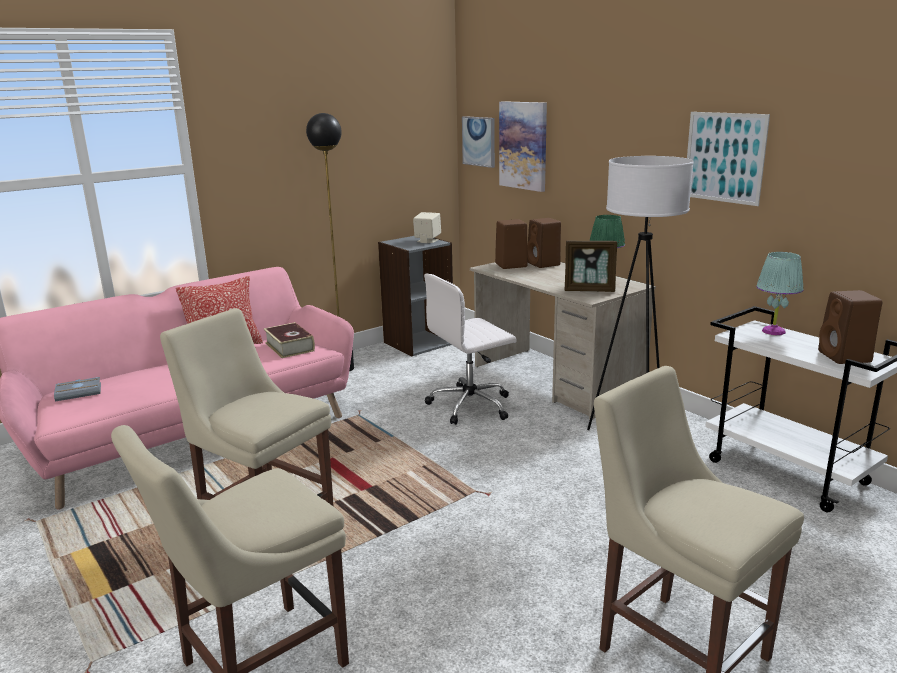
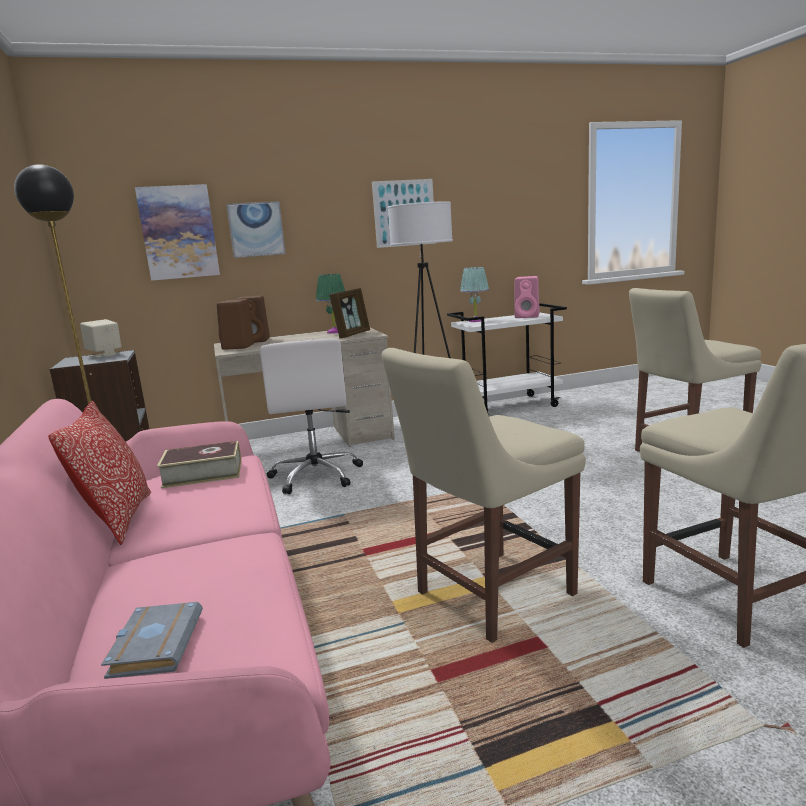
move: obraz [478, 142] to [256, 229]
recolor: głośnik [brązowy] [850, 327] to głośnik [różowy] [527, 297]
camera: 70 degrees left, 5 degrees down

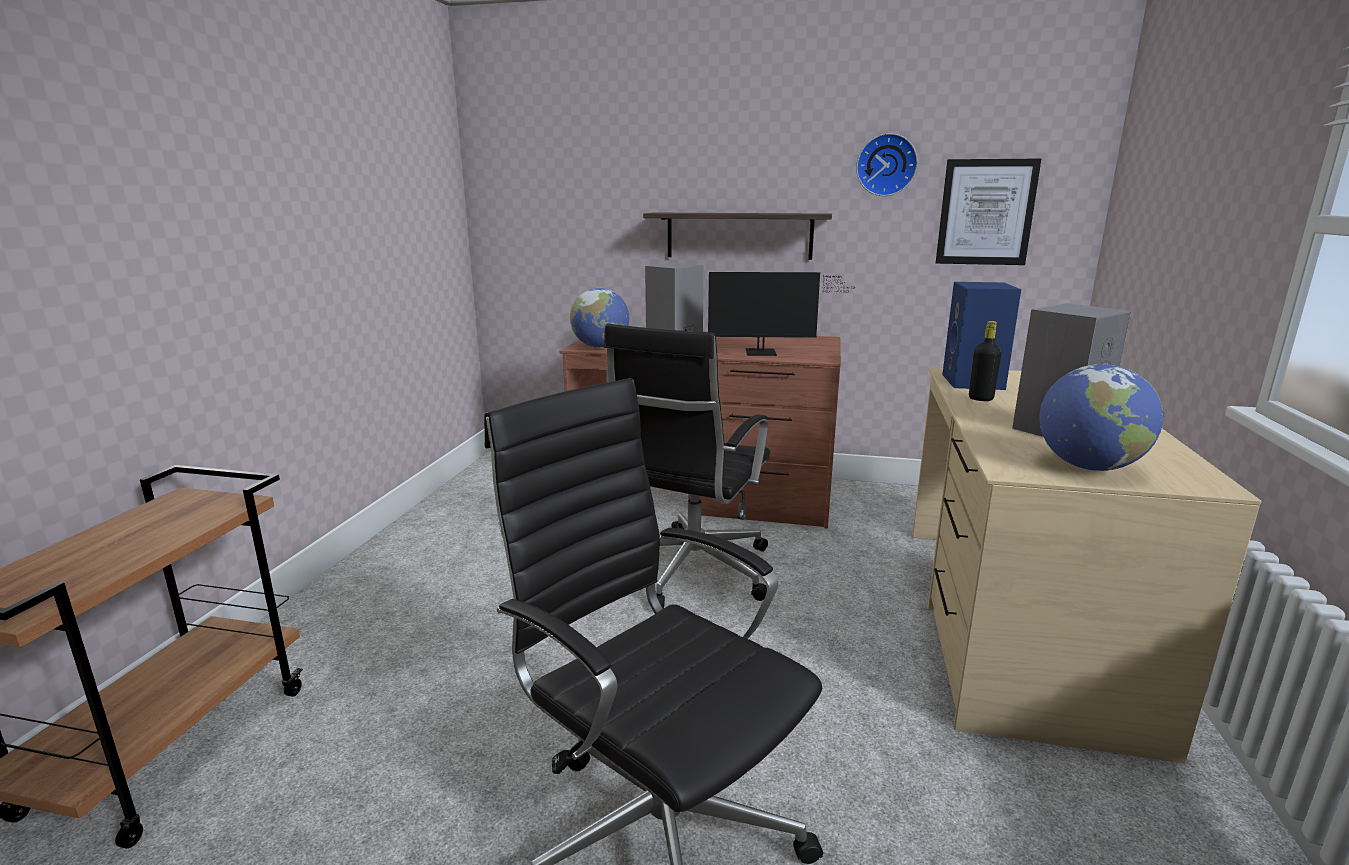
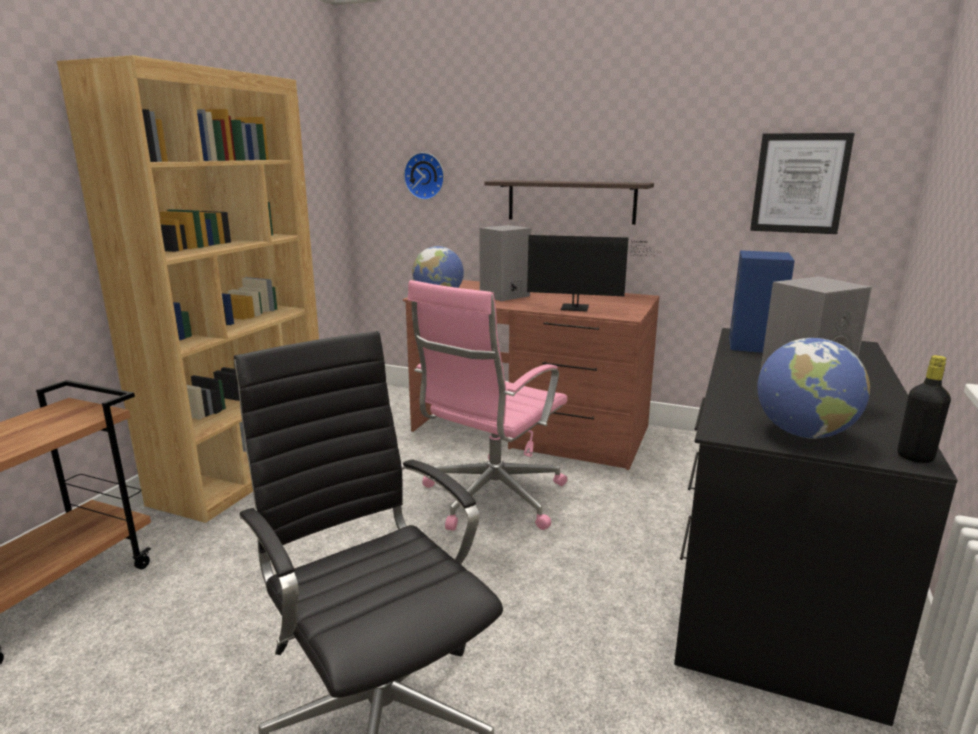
insert: regał [brązowy] [188, 289]
move: zegar ścienny [887, 164] to [424, 176]; butelka [czarny] [985, 361] to [924, 409]
recolor: krzesło biurowe [czarny] [687, 466] to krzesło biurowe [różowy] [488, 405]; biurko [beżowy] [1087, 565] to biurko [czarny] [816, 527]
camera: 10 degrees right, 0 degrees up

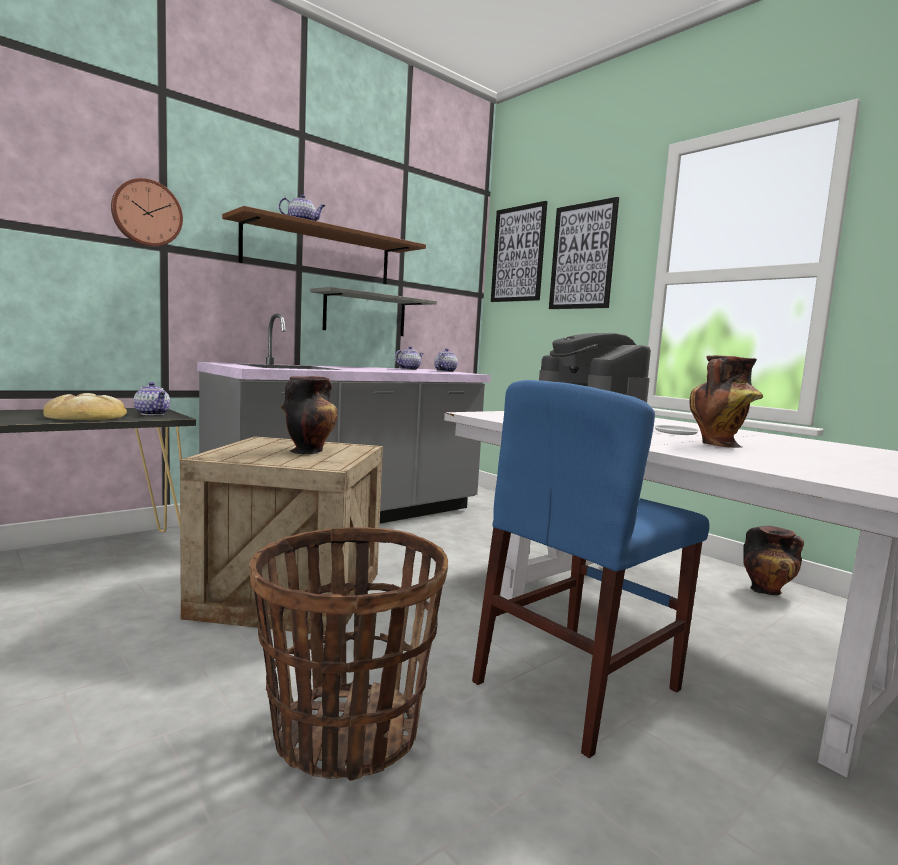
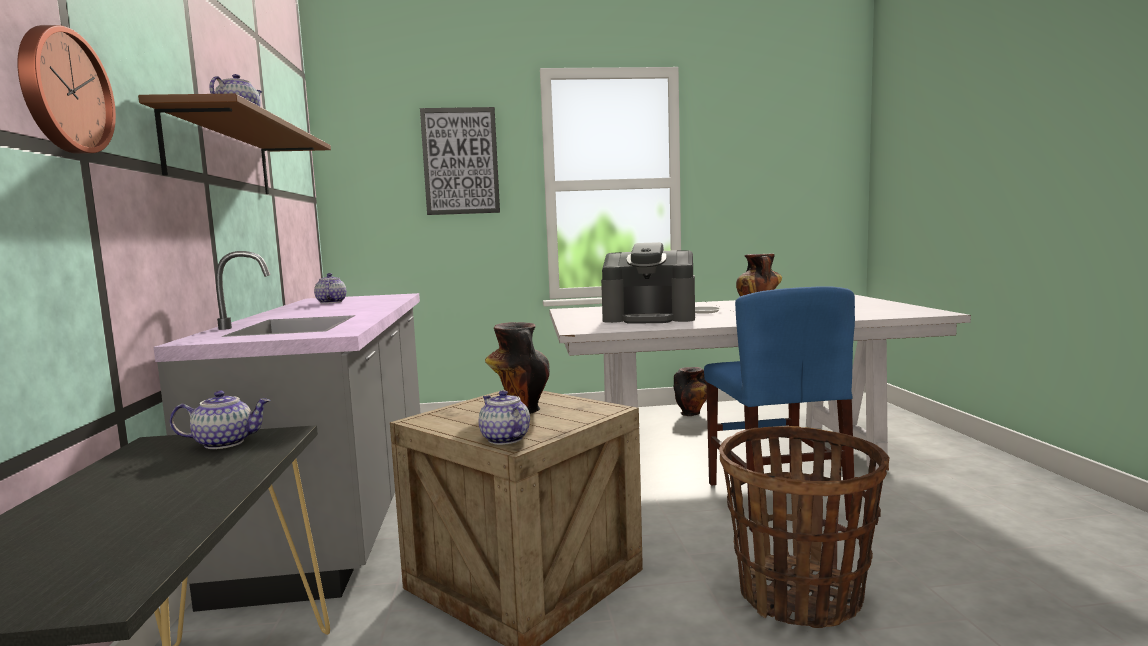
delete: chleb [85, 406]; półka [szary] [373, 311]; obraz [519, 251]
move: imbryk [446, 360] to [504, 417]
camera: 55 degrees left, 0 degrees up

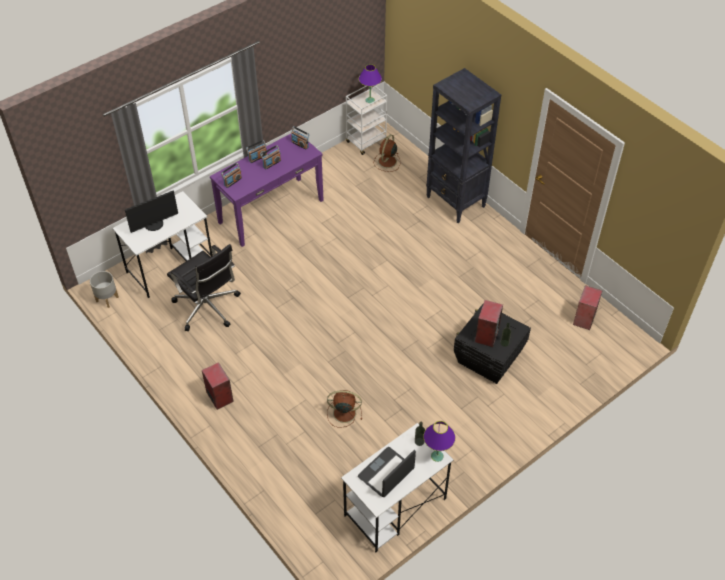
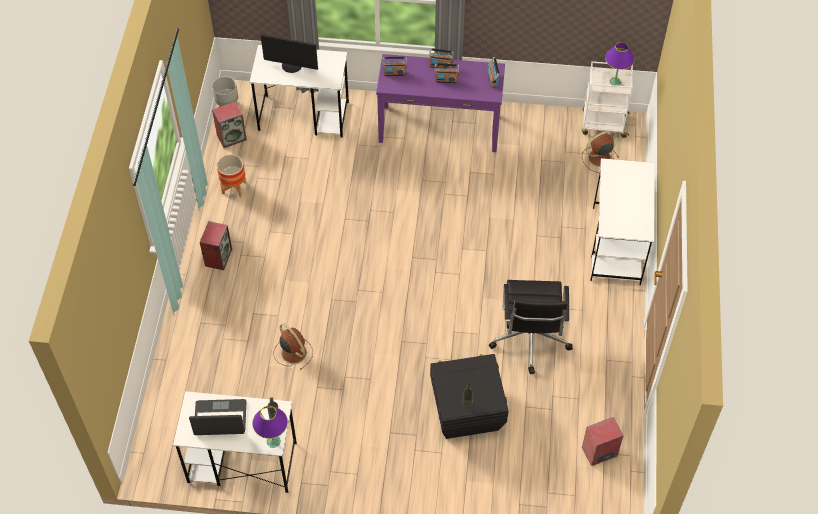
insert: donica [231, 175]
move: krzesło biurowe [czarny] [204, 287] to [531, 327]; głośnik [489, 323] to [229, 124]
replace: regał [czarny] [463, 145] to biurko [biały] [622, 222]
camera: 45 degrees right, 5 degrees up

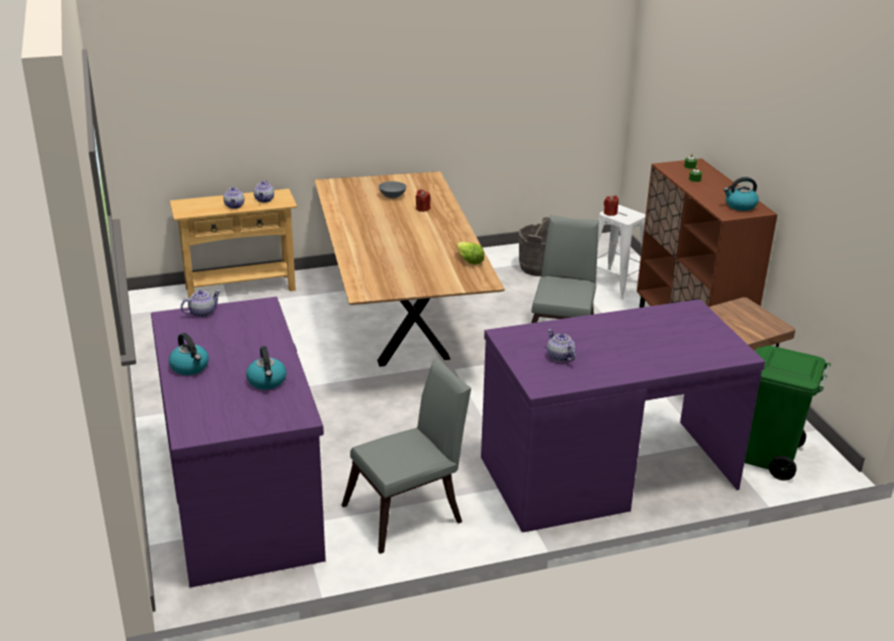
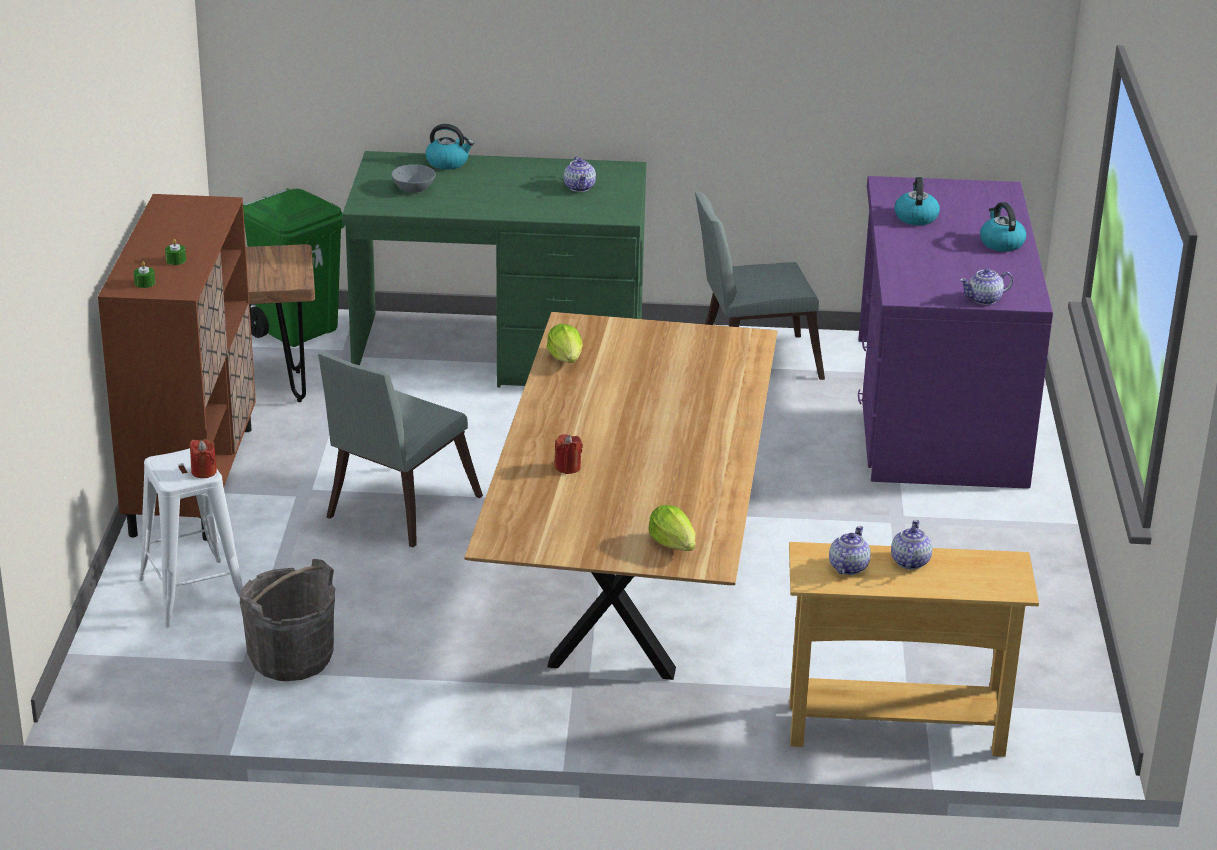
insert: sałata [672, 528]
move: miska [szary] [392, 189] to [414, 178]; czajnik [741, 194] to [449, 147]
recolor: biurko [fioletowy] [623, 415] to biurko [zielony] [494, 269]
camera: 160 degrees left, 0 degrees up

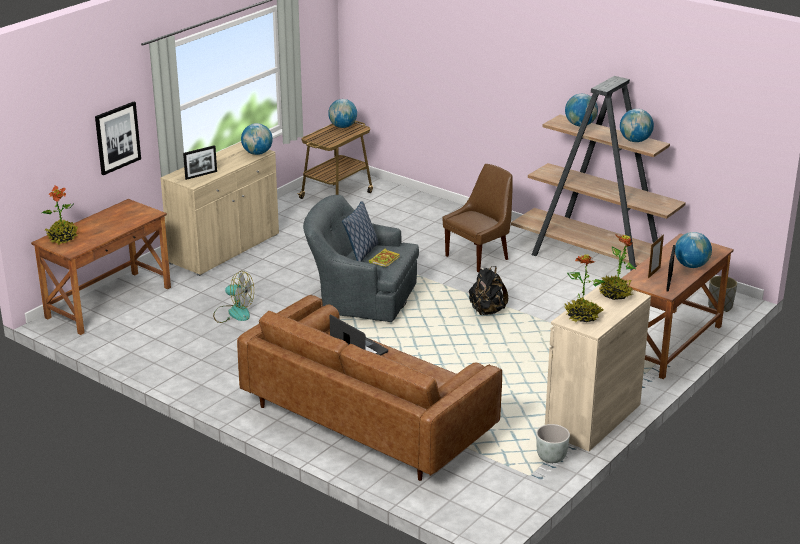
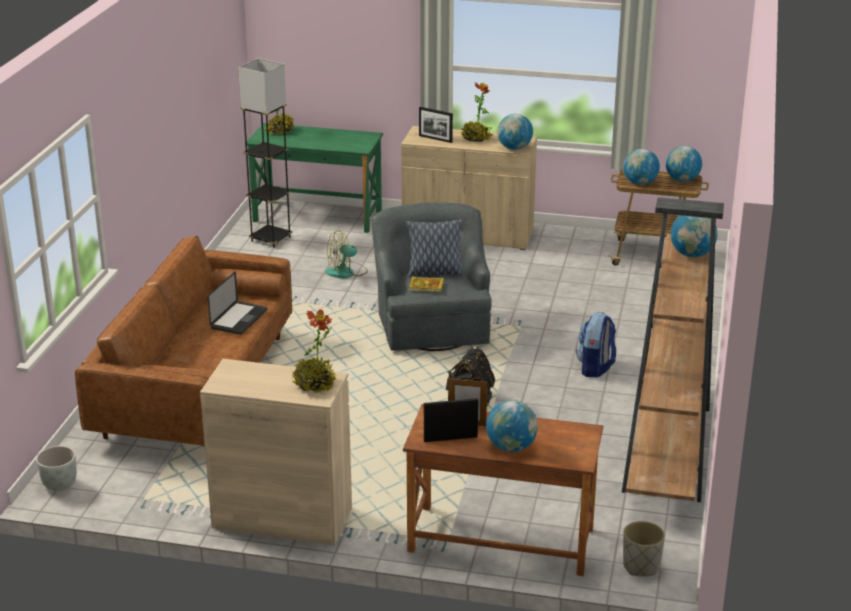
delete: obraz [118, 138]
insert: lampa stojąca [szary] [265, 153]
move: donica [szary] [553, 443] to [56, 468]; roślina doniczkowa [585, 288] to [476, 112]; globus [637, 125] to [641, 167]
replace: krzesło [brązowy] [477, 218] to plecak [596, 344]
recolor: biurko [brązowy] [101, 267] to biurko [zielony] [315, 178]
rotate: wentylator [233, 297] = [346, 254] 75 degrees clockwise
camera: 65 degrees right, 0 degrees up

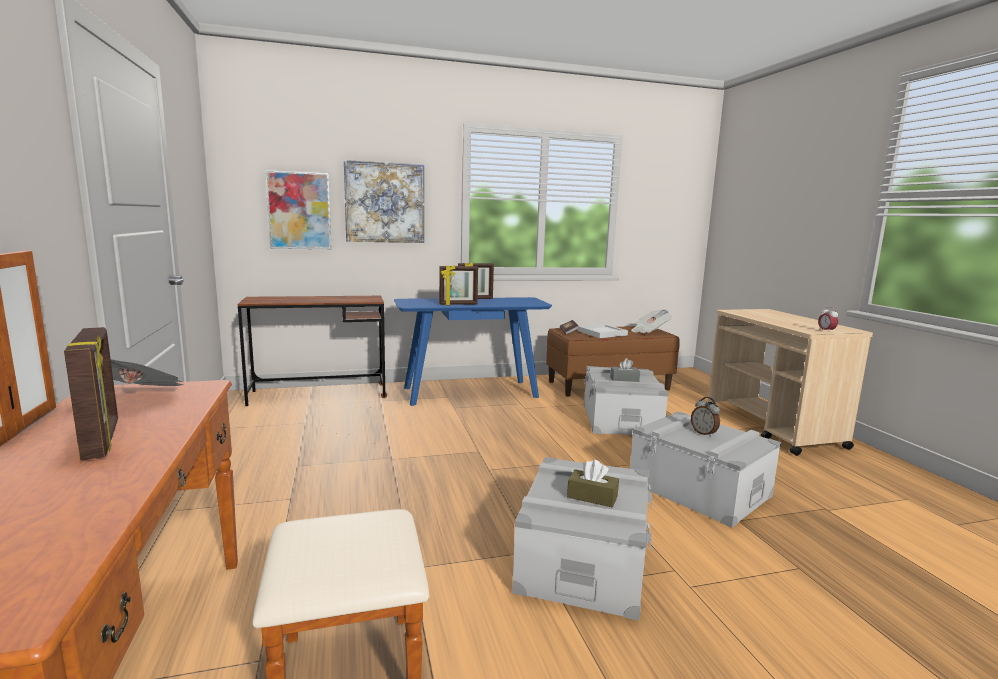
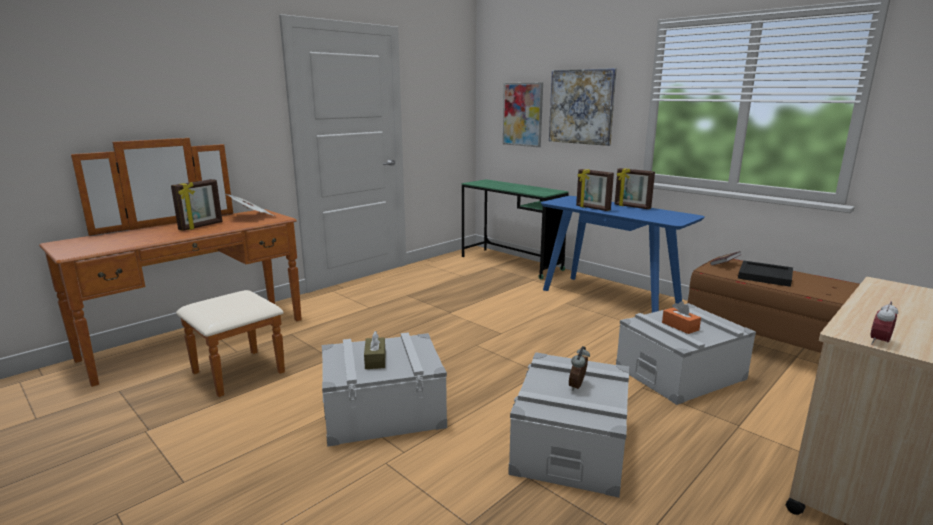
delete: gazeta [651, 321]
recolor: biurko [brązowy] [312, 351] to biurko [zielony] [515, 229]; taca [biały] [603, 331] to taca [czarny] [765, 273]; pudełko chusteczek [szary] [625, 370] to pudełko chusteczek [pomarańczowy] [681, 317]
camera: 60 degrees right, 5 degrees up

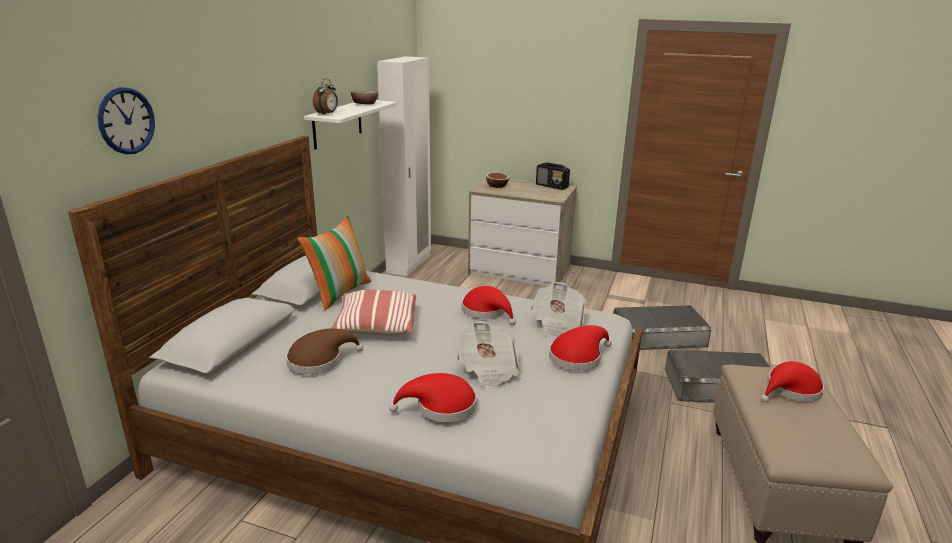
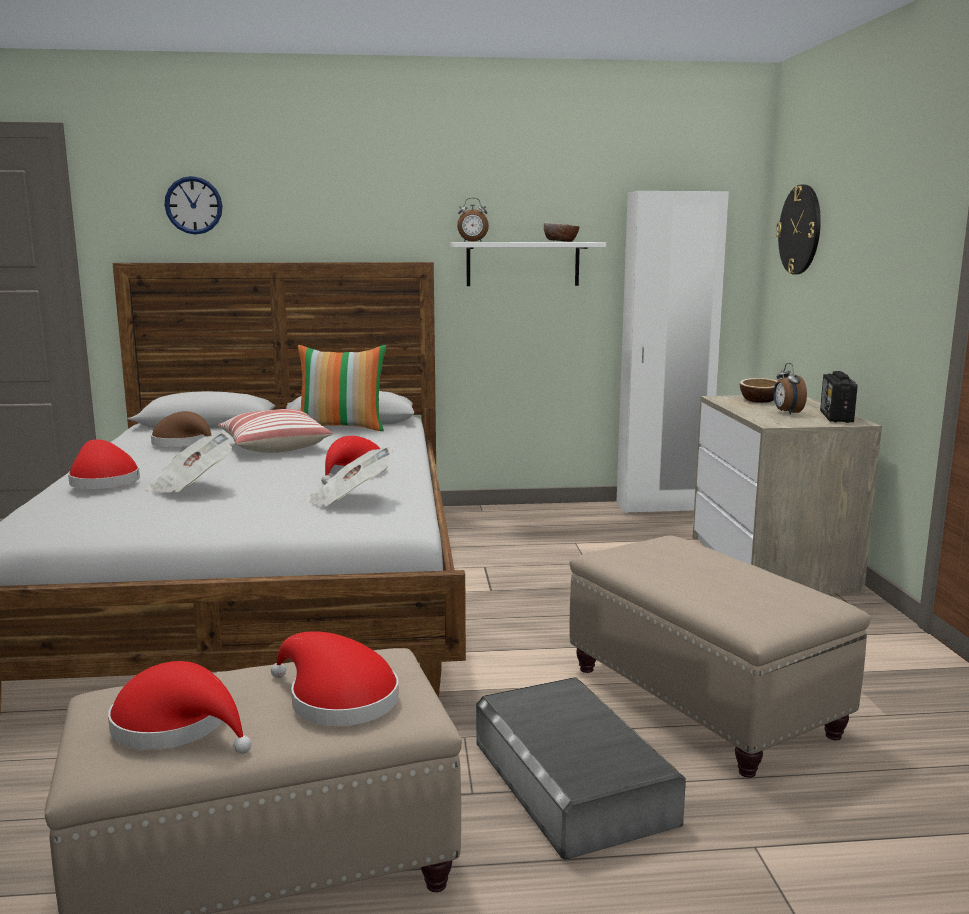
insert: budzik [790, 389]; zegar ścienny [798, 229]
move: kapelusz [czerwony] [580, 348] to [180, 707]
replace: pojemnik do przechowywania [szary] [662, 327] to pufa [beżowy] [720, 657]
camera: 65 degrees right, 10 degrees down

